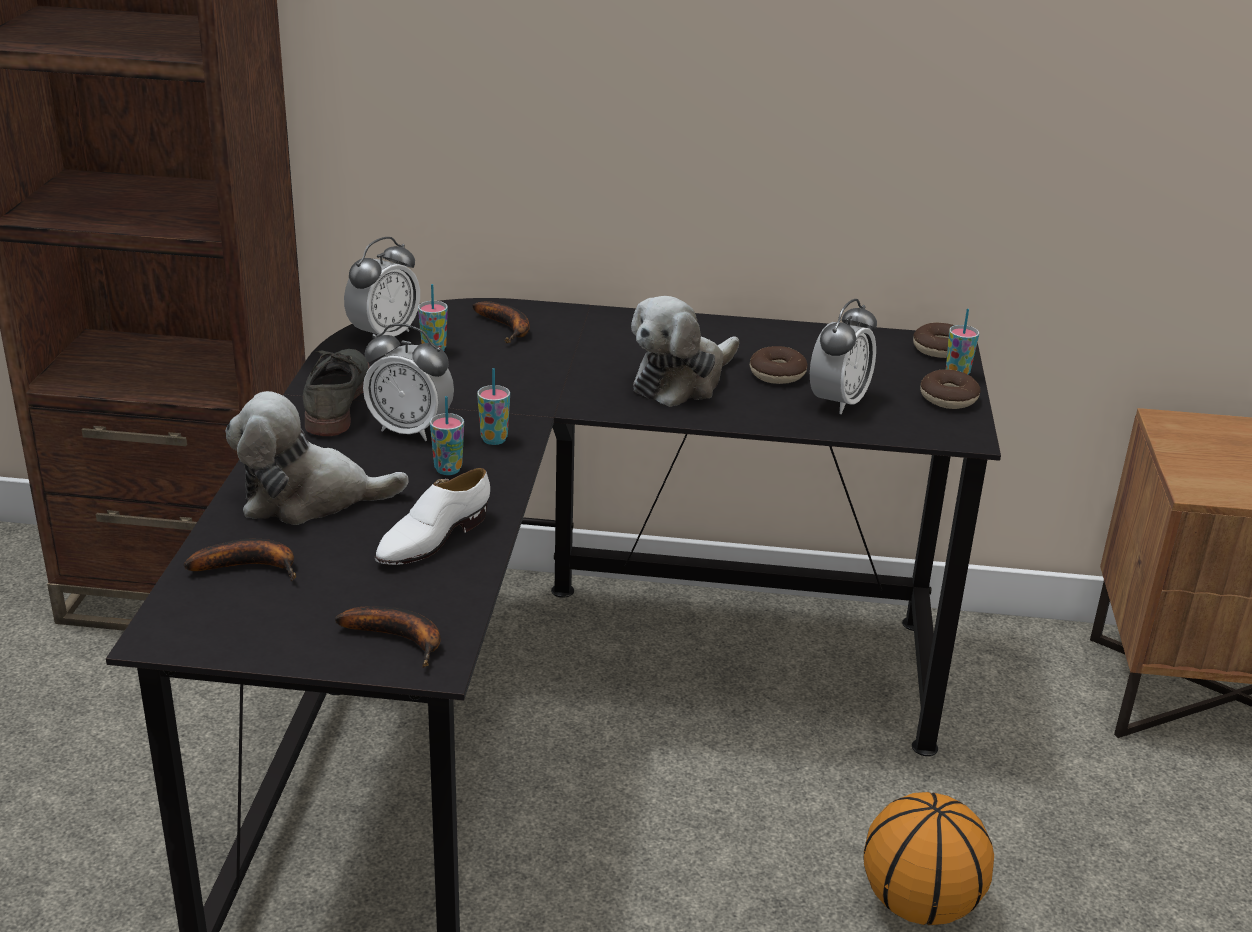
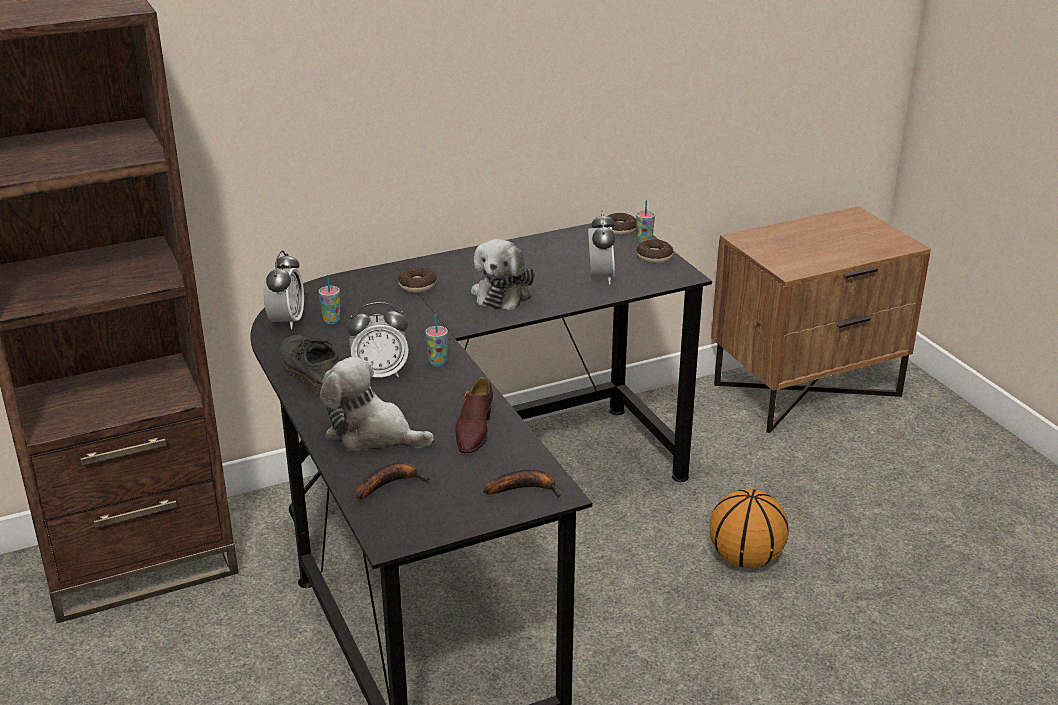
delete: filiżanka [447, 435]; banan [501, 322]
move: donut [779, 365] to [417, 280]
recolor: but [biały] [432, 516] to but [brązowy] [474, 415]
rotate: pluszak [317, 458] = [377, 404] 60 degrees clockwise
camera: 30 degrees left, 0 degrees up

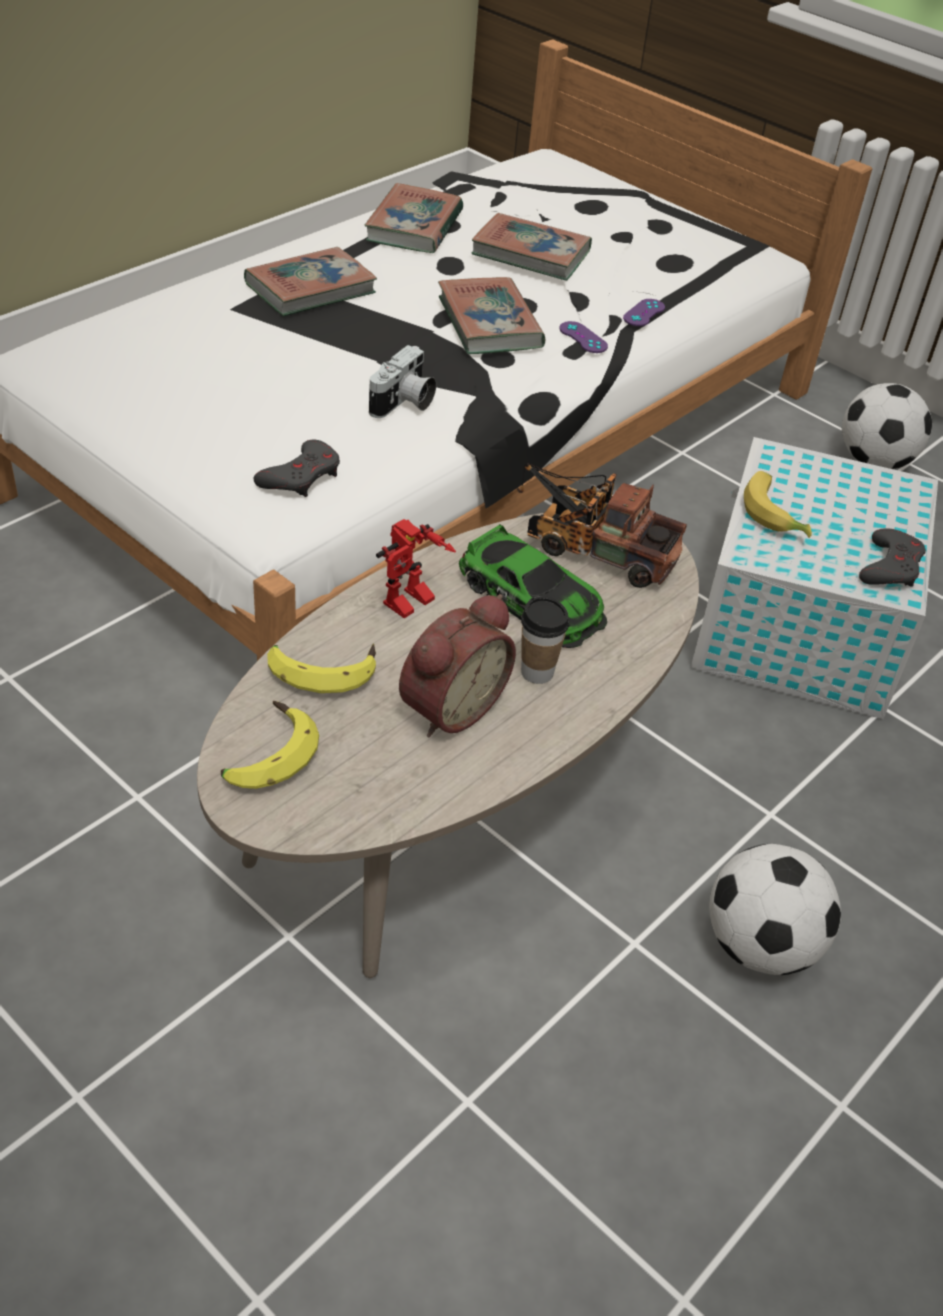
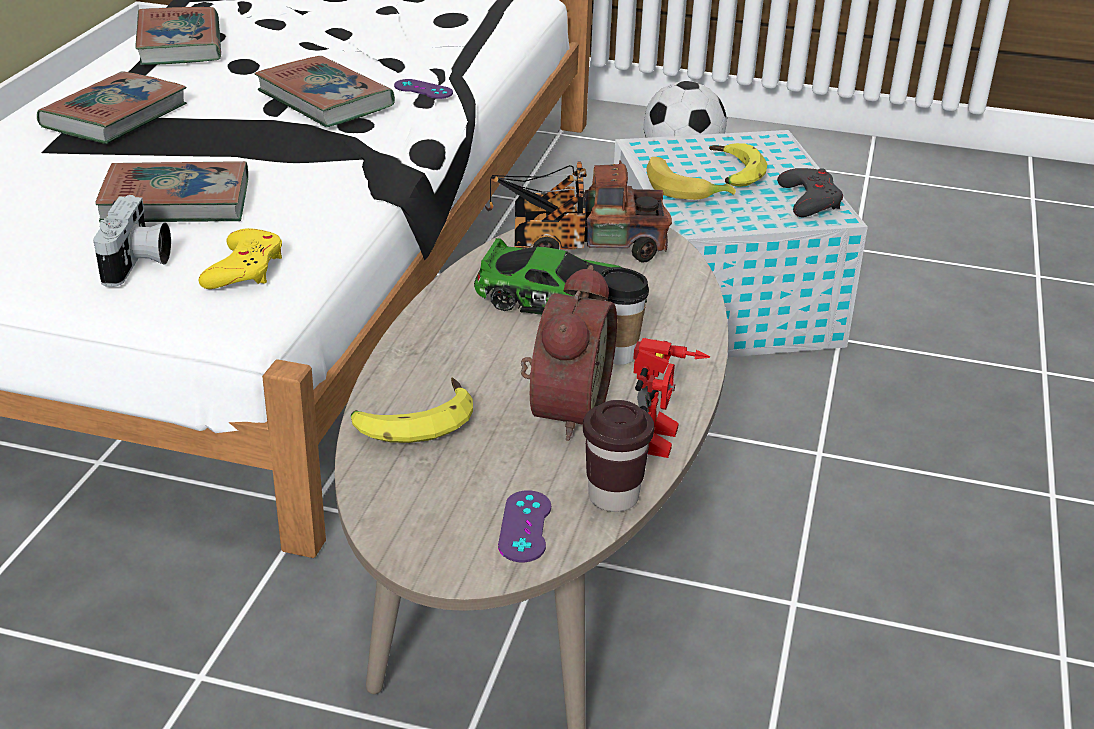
delete: piłka futbolowa [775, 909]
insert: filiżanka [brązowy] [618, 456]
move: banan [270, 745] to [738, 165]; aparat fotograficzny [402, 381] to [132, 241]; robot zabawkowy [416, 568] to [671, 398]; książka [532, 247] to [171, 191]; pad do gier [fioletowy] [644, 312] to [524, 526]
recolor: pad do gier [szary] [297, 468] to pad do gier [żółty] [240, 258]
camera: 25 degrees left, 10 degrees down

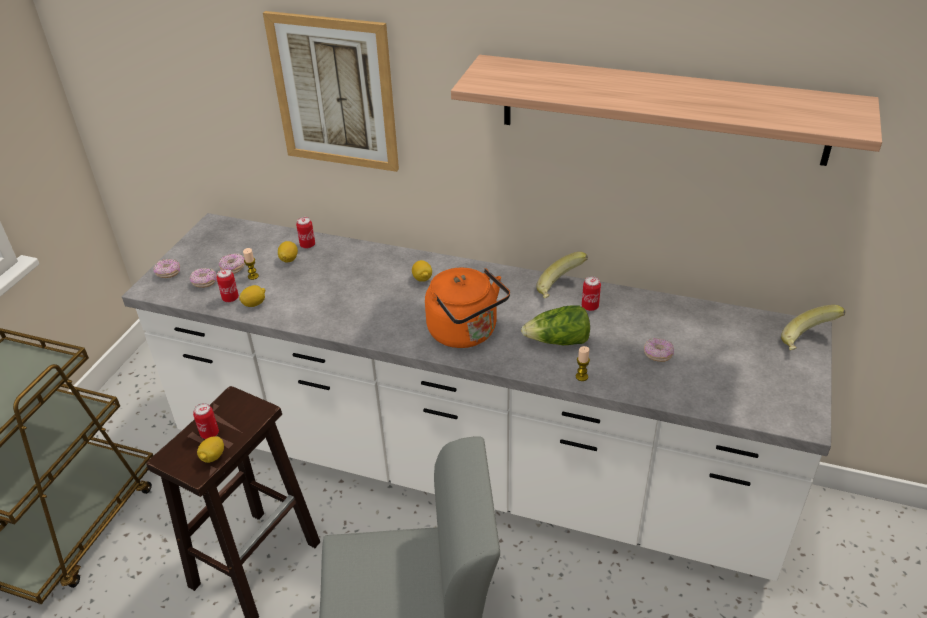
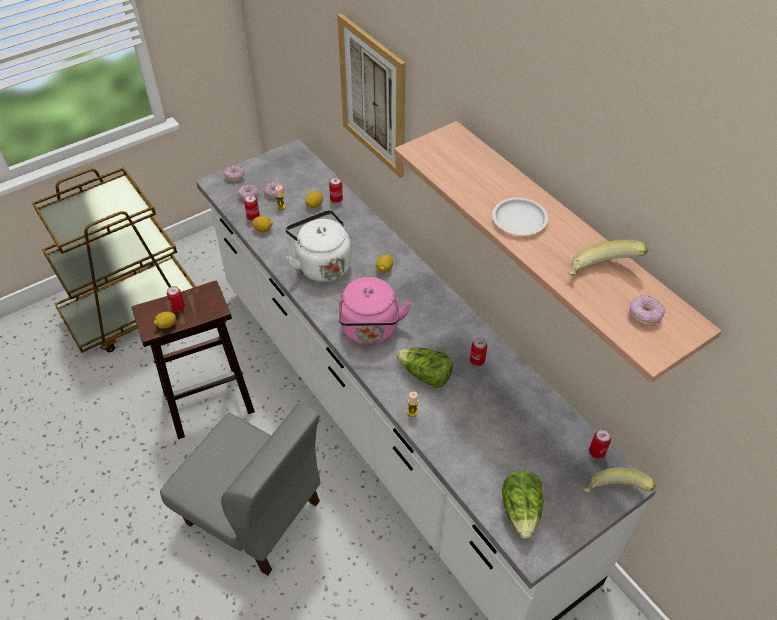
insert: czajnik [biały] [318, 246]; talerz [biały] [520, 216]; sałata [523, 505]; puszka [600, 444]
move: banan [562, 275] to [608, 257]; donut [659, 350] to [647, 310]
recolor: czajnik [pomarańczowy] [467, 308] to czajnik [różowy] [375, 311]
camera: 35 degrees right, 10 degrees up

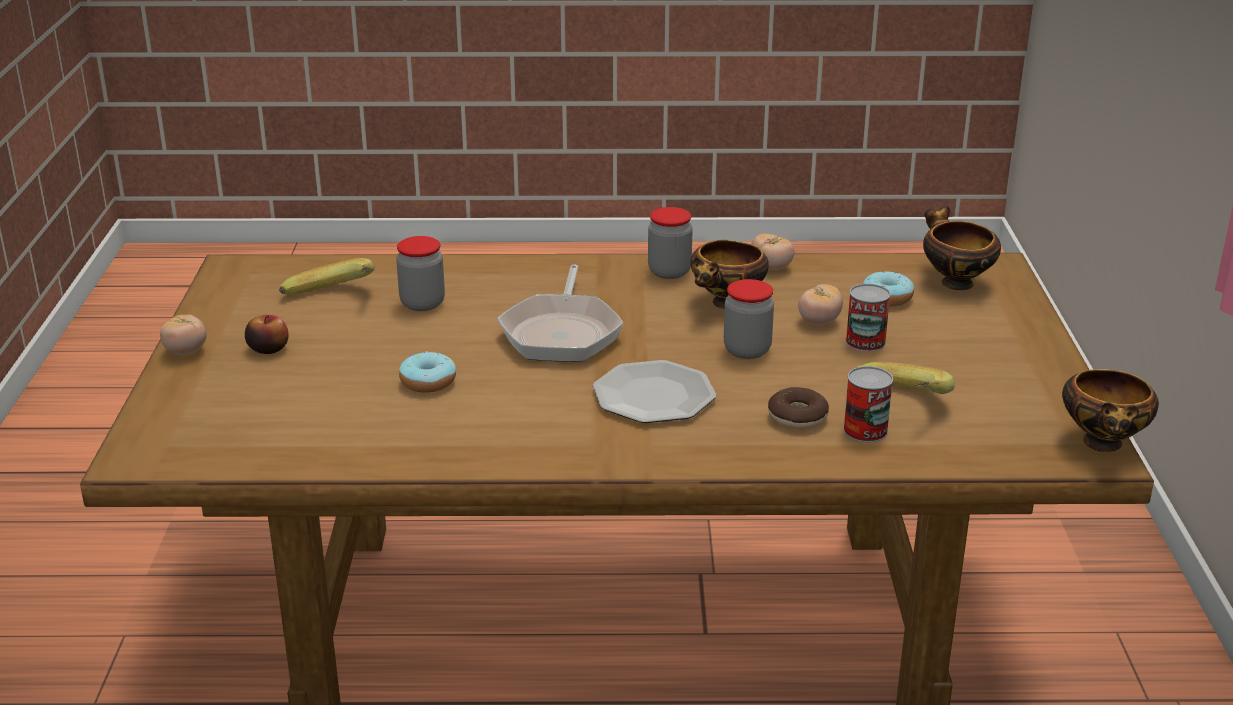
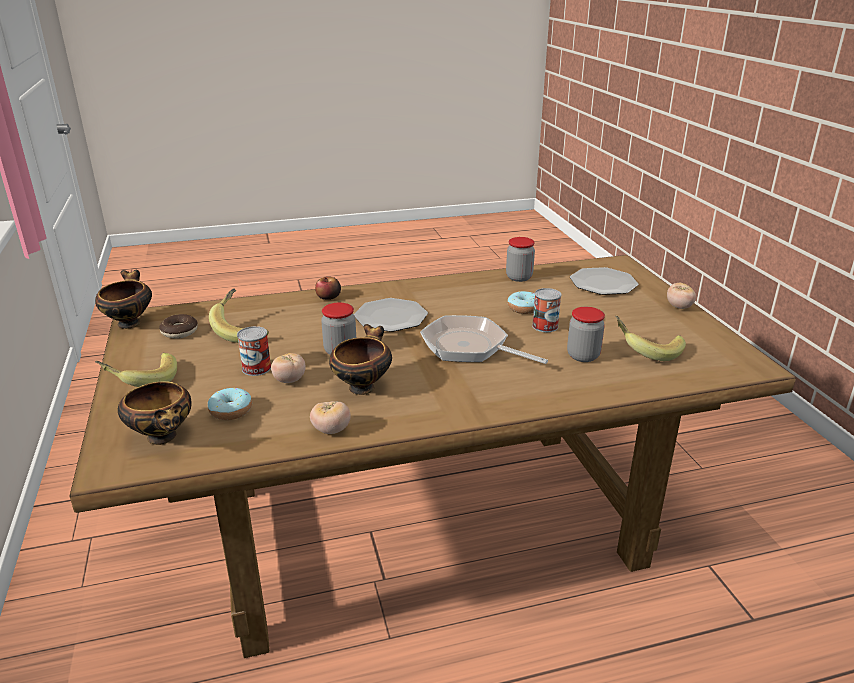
insert: banan [136, 370]; talerz [604, 281]
move: jabłko [267, 334] to [328, 288]; słoik [670, 243] to [520, 259]; donut [798, 408] to [178, 326]; puszka [868, 404] to [547, 310]
rotate: patelnia [560, 313] = [484, 339] 45 degrees counterclockwise
camera: 165 degrees right, 0 degrees up

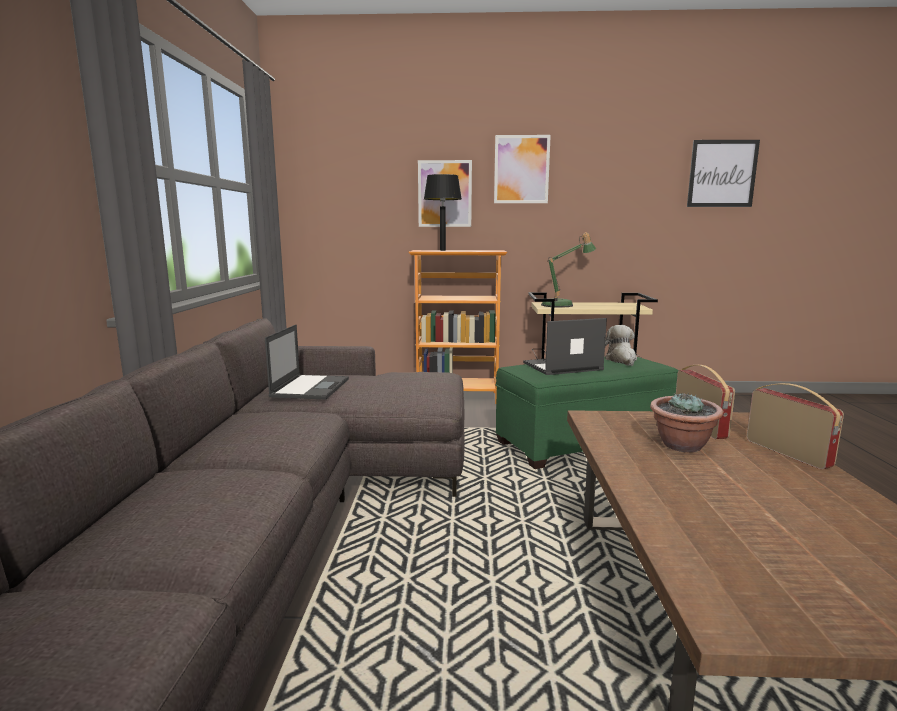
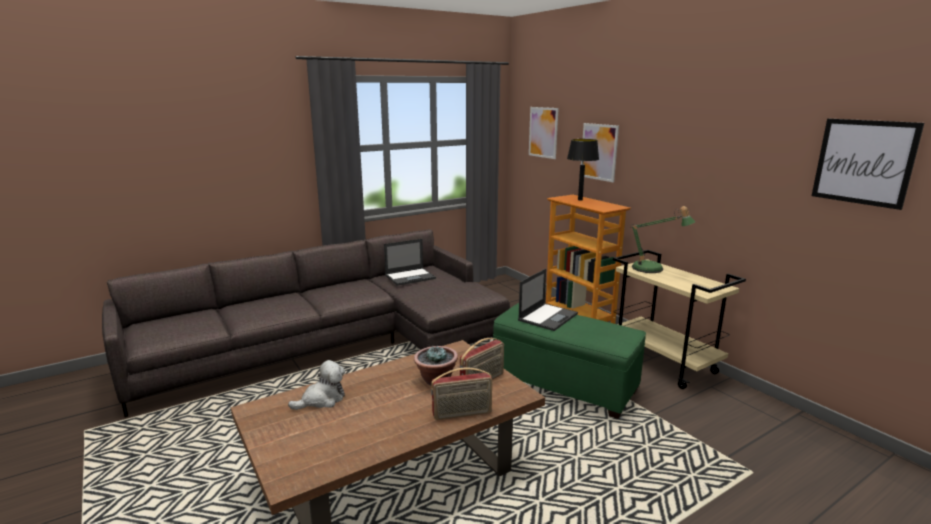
move: obraz [522, 169] to [544, 133]; pluszak [621, 345] to [316, 385]
rotate: laptop [565, 346] = [548, 300] 90 degrees clockwise; radio [795, 426] = [461, 394] 45 degrees clockwise
camera: 55 degrees right, 5 degrees up

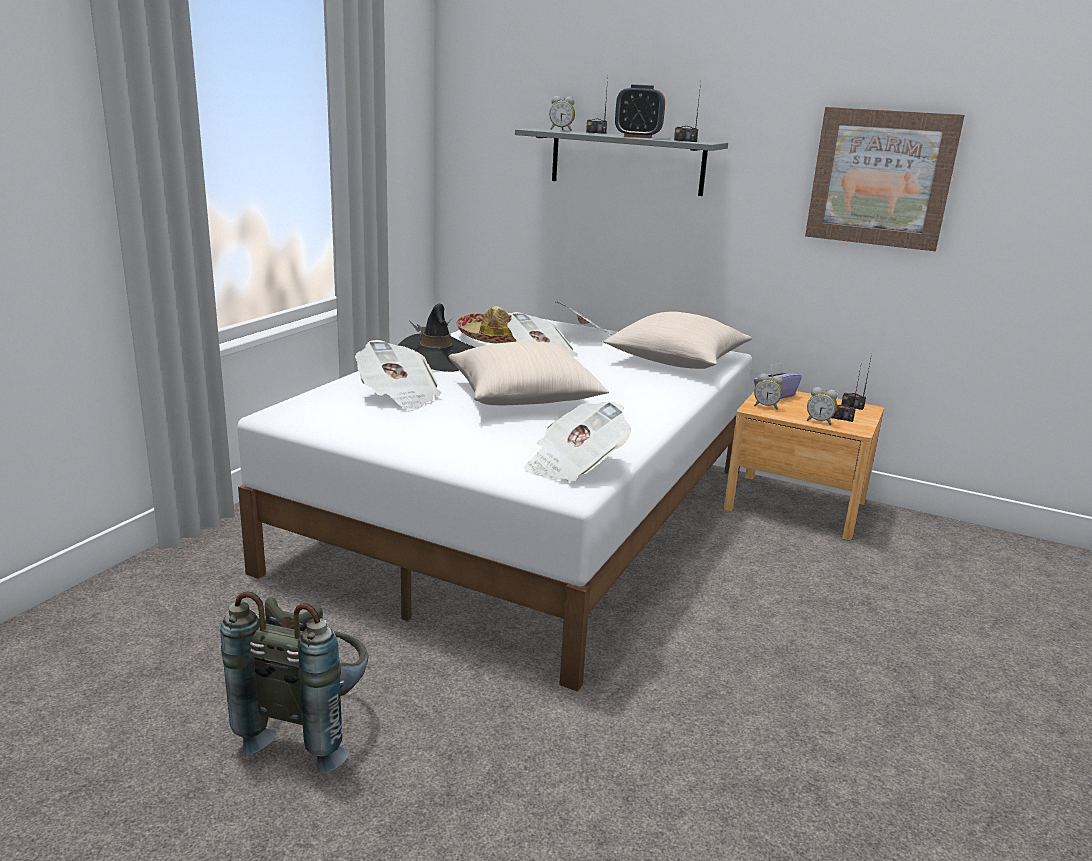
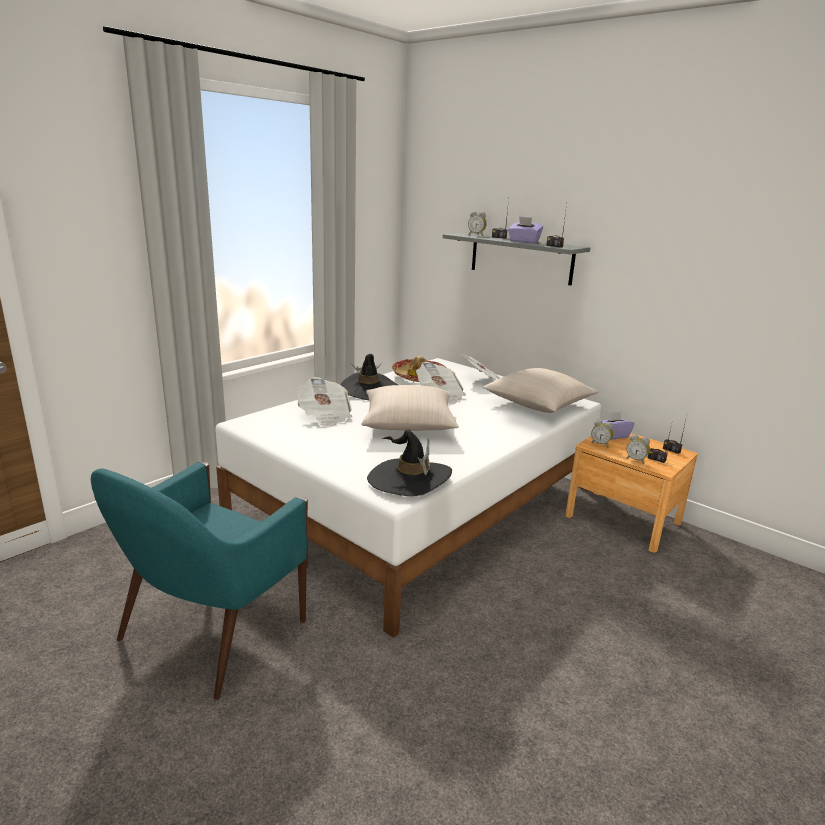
delete: obraz [885, 179]
replace: plecak [szary] [294, 682] to fotel [turkusowy] [199, 581]; gazeta [577, 442] to kapelusz [czarny] [409, 463]; budzik [640, 111] to pudełko chusteczek [fioletowy] [525, 229]
camera: 15 degrees right, 0 degrees up

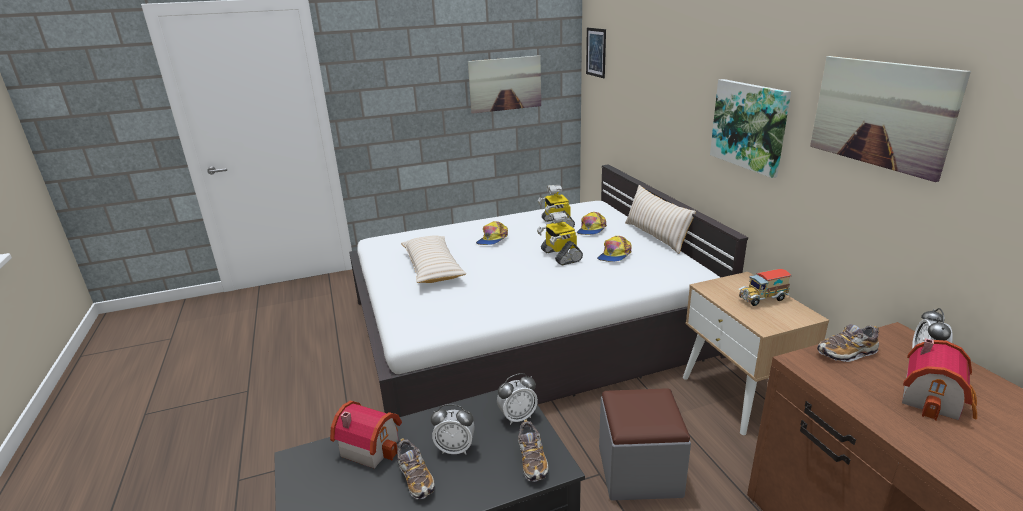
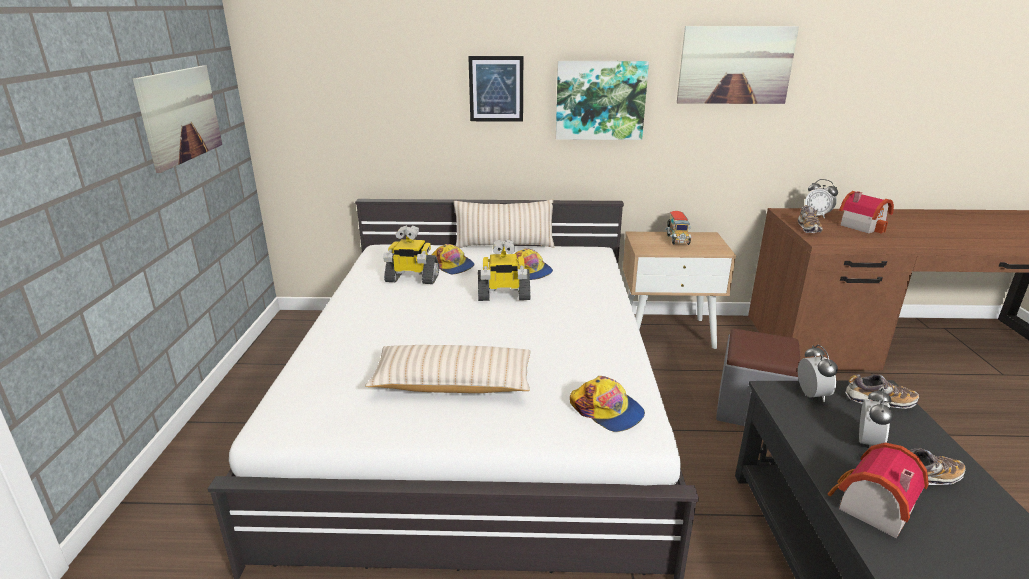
move: czapka z daszkiem [492, 233] to [607, 404]; obraz [596, 53] to [495, 89]
camera: 70 degrees left, 0 degrees up

